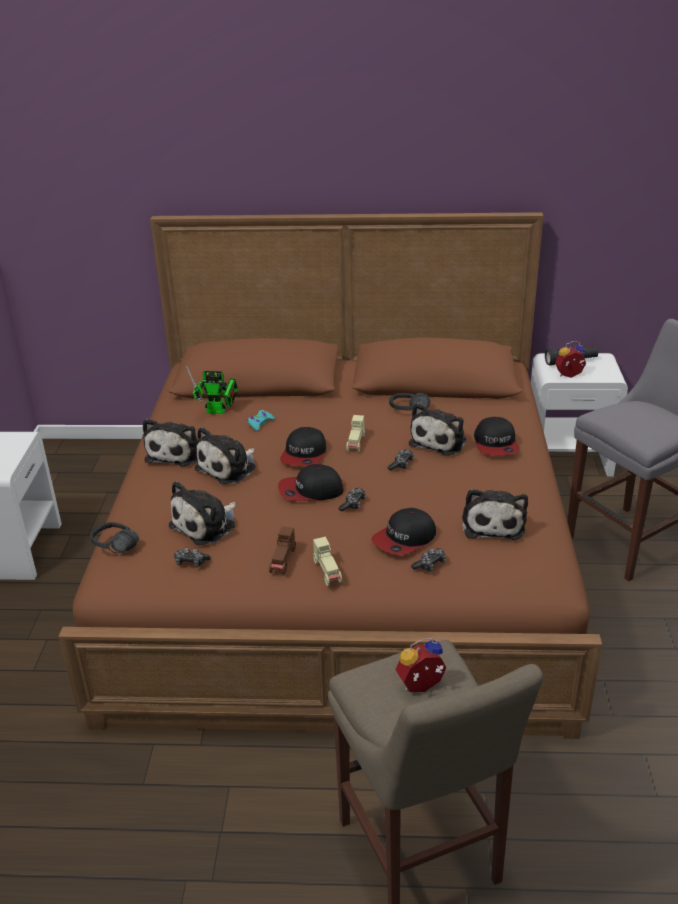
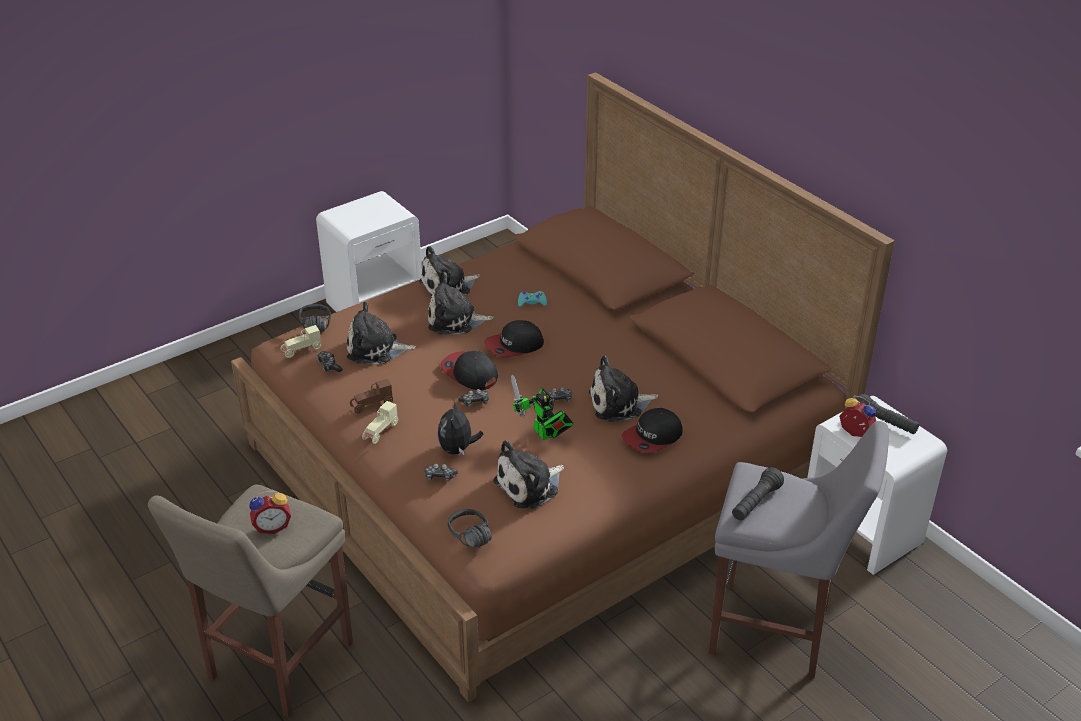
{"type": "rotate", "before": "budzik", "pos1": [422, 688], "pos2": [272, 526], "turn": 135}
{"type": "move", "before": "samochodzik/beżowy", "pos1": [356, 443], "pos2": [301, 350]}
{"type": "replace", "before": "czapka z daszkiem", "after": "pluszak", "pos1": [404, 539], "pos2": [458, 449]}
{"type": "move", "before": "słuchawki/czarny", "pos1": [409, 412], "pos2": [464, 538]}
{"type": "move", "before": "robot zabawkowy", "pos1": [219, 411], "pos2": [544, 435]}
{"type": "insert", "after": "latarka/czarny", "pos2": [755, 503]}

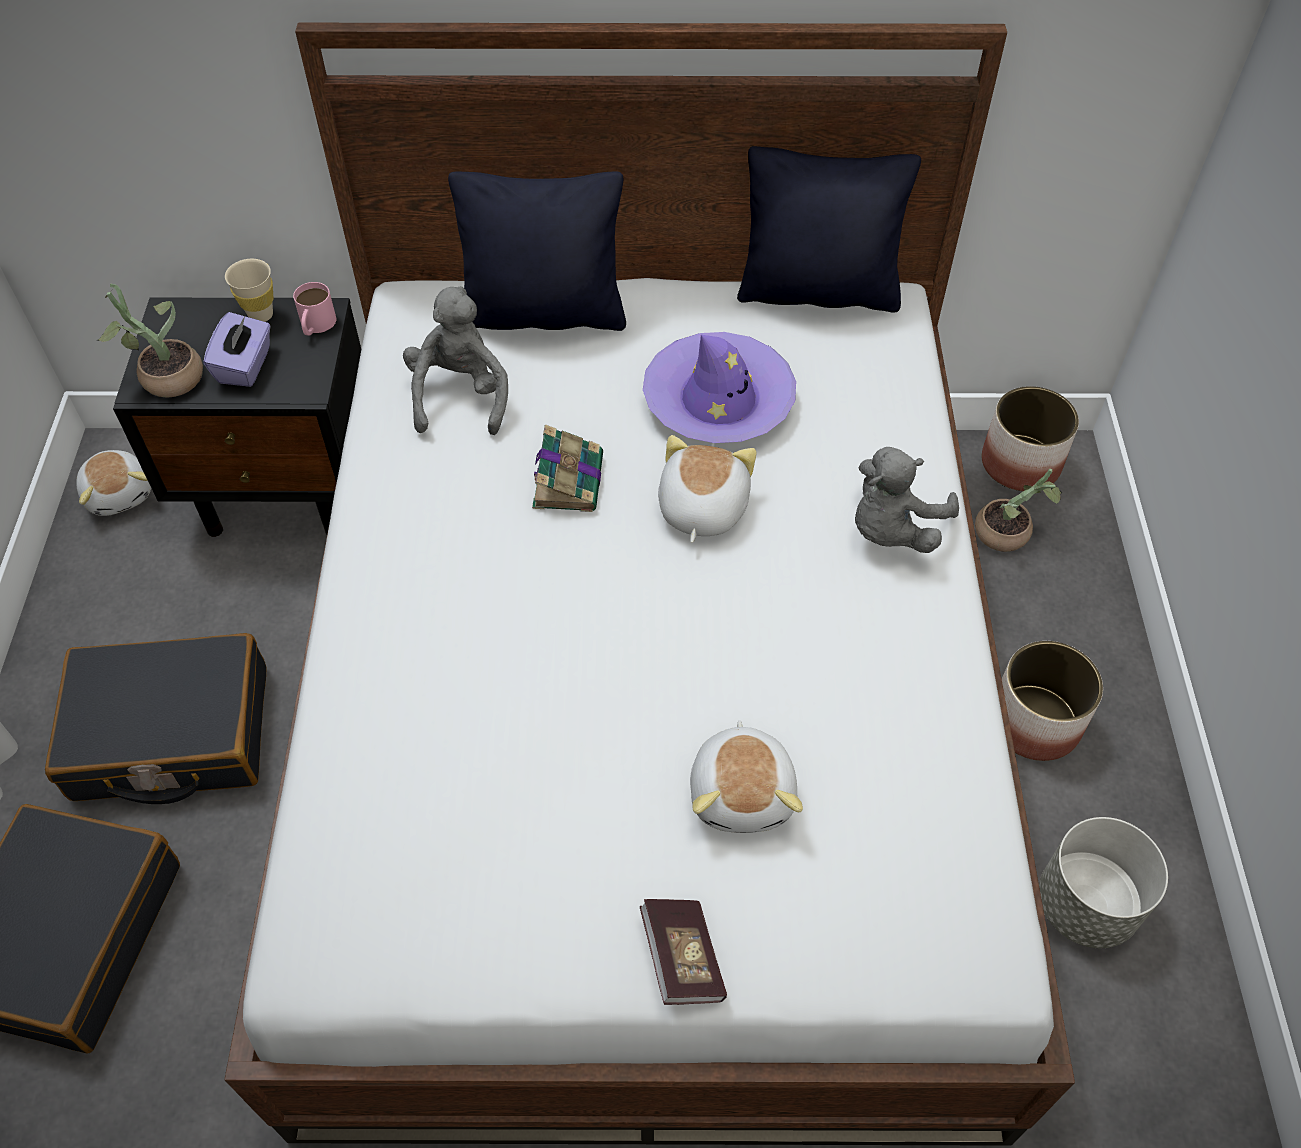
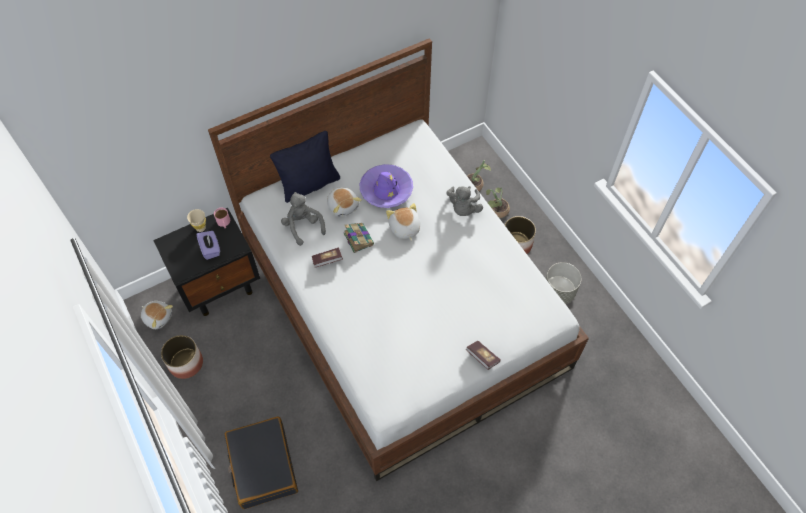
{"type": "move", "before": "donica", "pos1": [1021, 464], "pos2": [186, 363]}
{"type": "insert", "after": "książka", "pos2": [327, 260]}
{"type": "move", "before": "pluszak", "pos1": [743, 792], "pos2": [343, 206]}
{"type": "move", "before": "roślina doniczkowa", "pos1": [165, 377], "pos2": [496, 211]}
{"type": "delete", "before": "walizka/czarny", "pos1": [171, 734]}
{"type": "delete", "before": "poduszka/czarny", "pos1": [818, 292]}

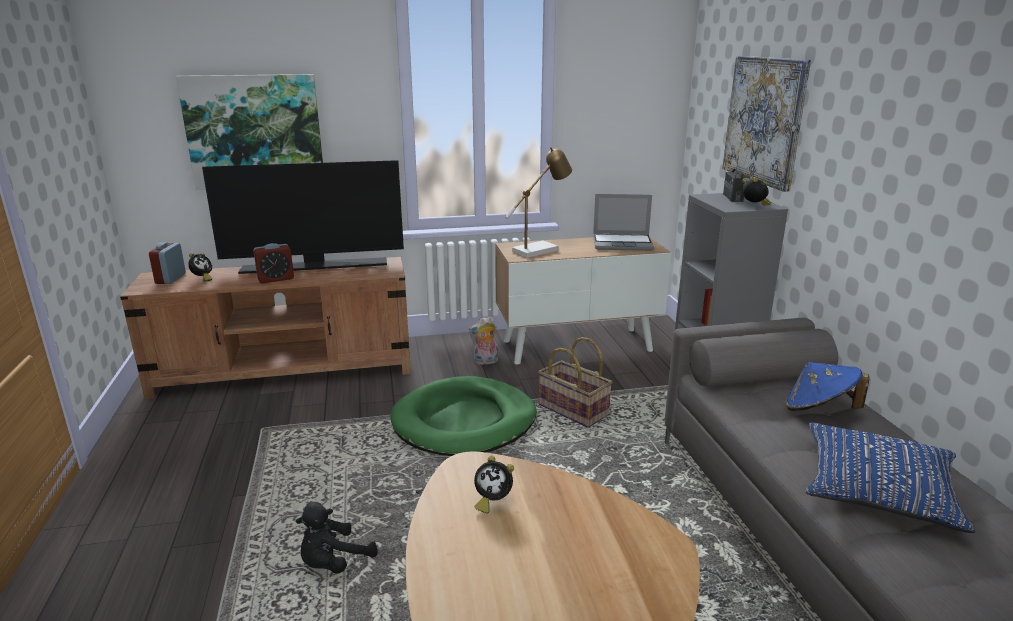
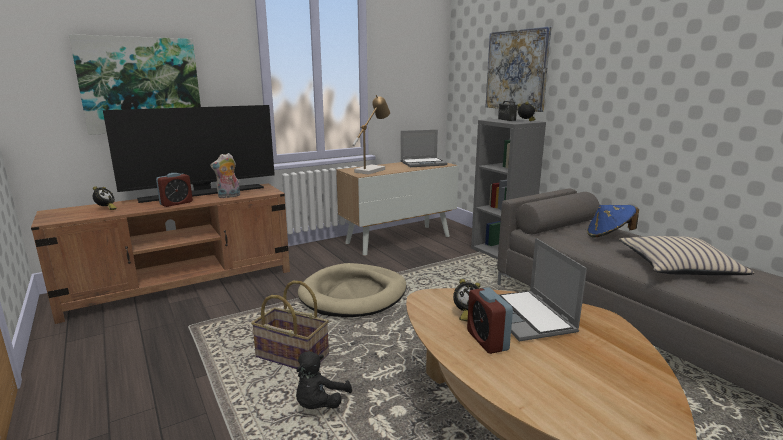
{"type": "move", "before": "pluszak", "pos1": [485, 362], "pos2": [228, 196]}
{"type": "move", "before": "koszyk", "pos1": [572, 410], "pos2": [291, 356]}
{"type": "recolor", "before": "legowisko/zielony", "after": "legowisko/beżowy", "pos1": [464, 422], "pos2": [354, 294]}
{"type": "move", "before": "budzik", "pos1": [171, 279], "pos2": [487, 340]}
{"type": "insert", "after": "laptop", "pos2": [528, 317]}
{"type": "recolor", "before": "poduszka/niebieski", "after": "poduszka/beżowy", "pos1": [878, 488], "pos2": [678, 267]}

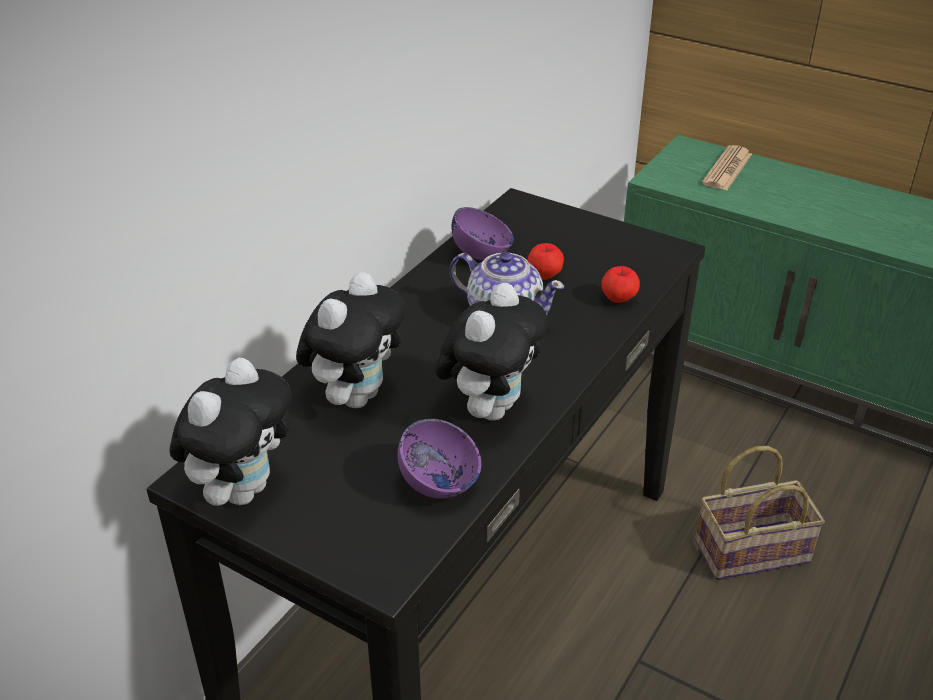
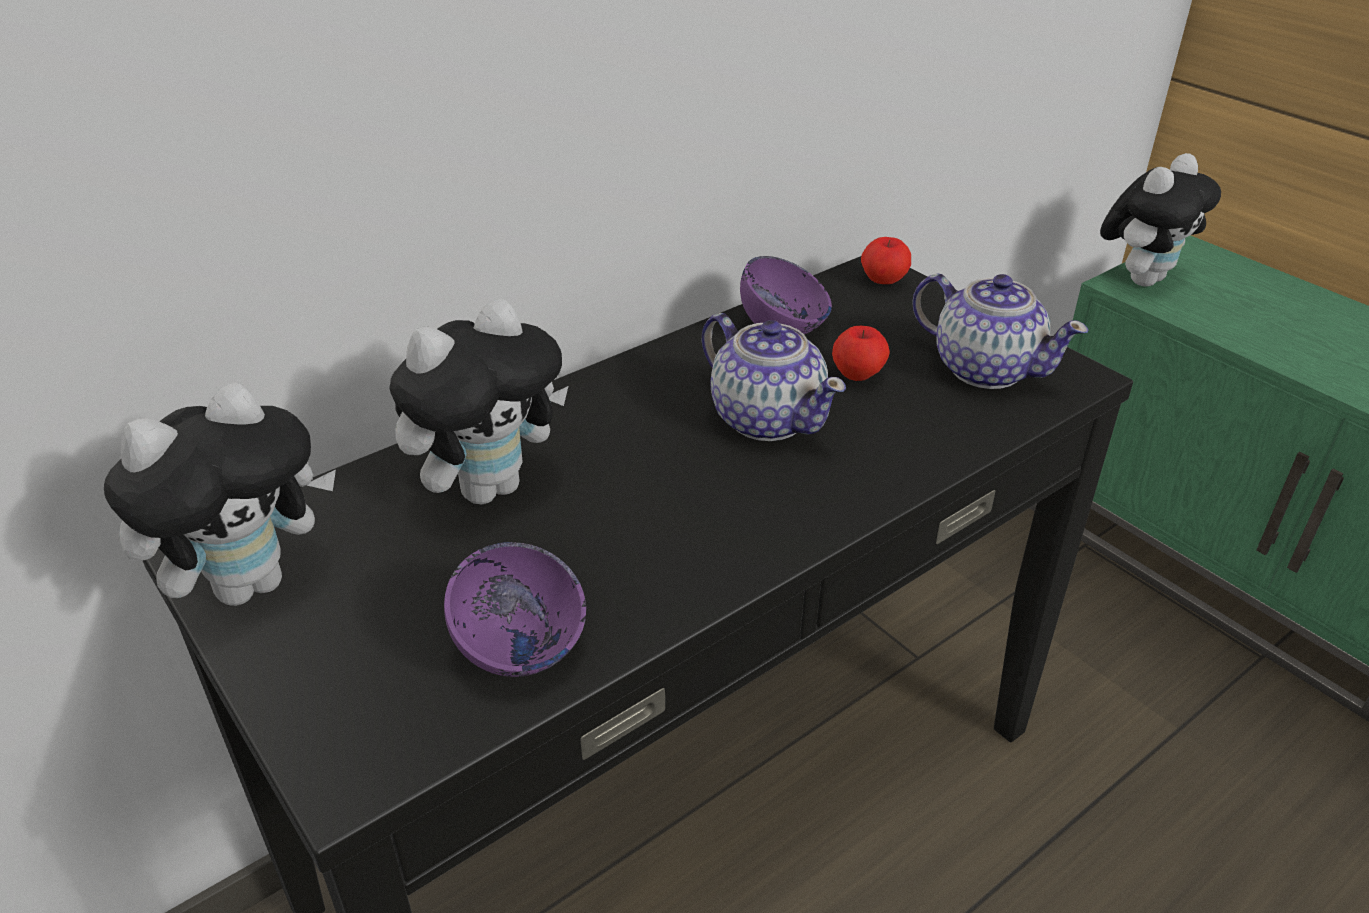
{"type": "move", "before": "jabłko", "pos1": [618, 299], "pos2": [883, 281]}
{"type": "insert", "after": "imbryk", "pos2": [985, 368]}
{"type": "move", "before": "pluszak", "pos1": [490, 407], "pos2": [1141, 278]}
{"type": "delete", "before": "koszyk", "pos1": [753, 549]}
{"type": "delete", "before": "gazeta", "pos1": [727, 169]}

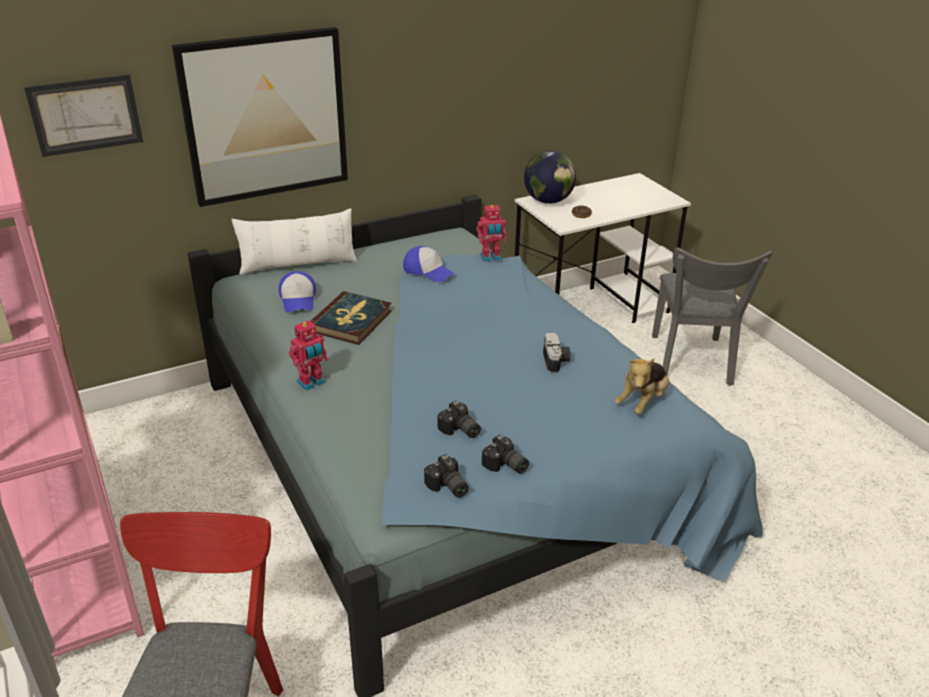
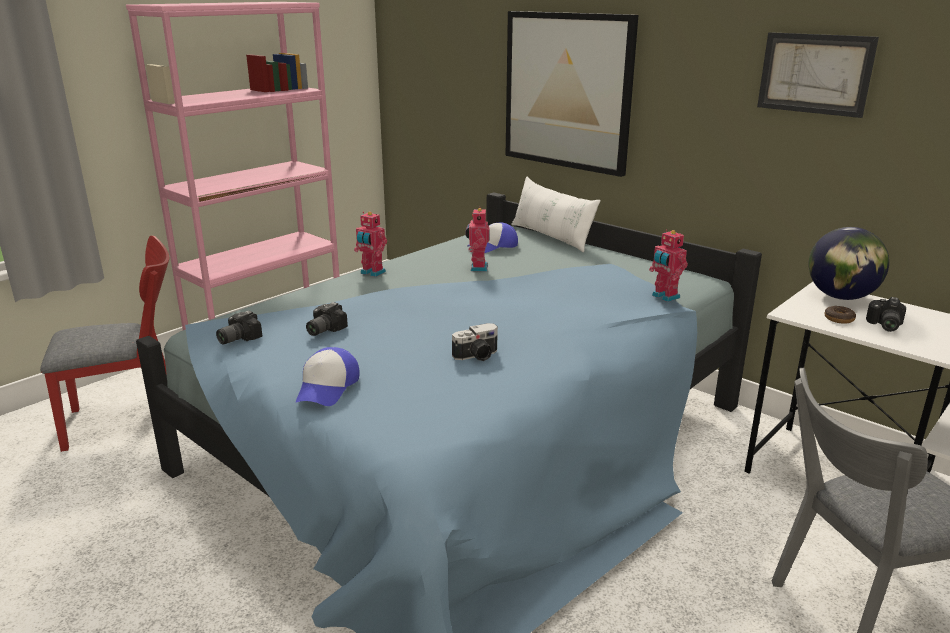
{"type": "move", "before": "czapka z daszkiem", "pos1": [428, 271], "pos2": [328, 387]}
{"type": "replace", "before": "książka", "after": "robot zabawkowy", "pos1": [351, 321], "pos2": [477, 268]}
{"type": "move", "before": "obraz", "pos1": [85, 115], "pos2": [815, 73]}
{"type": "move", "before": "aparat fotograficzny", "pos1": [505, 466], "pos2": [883, 325]}
{"type": "delete", "before": "pluszak", "pos1": [642, 402]}

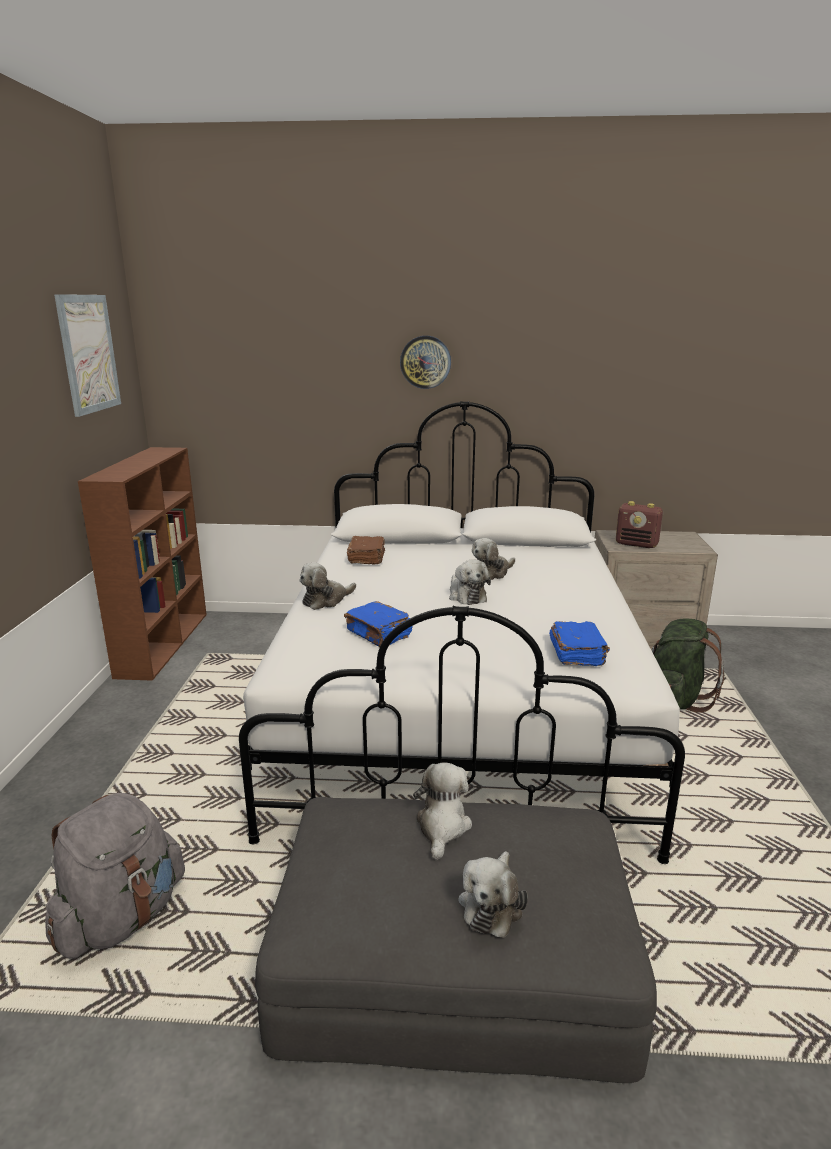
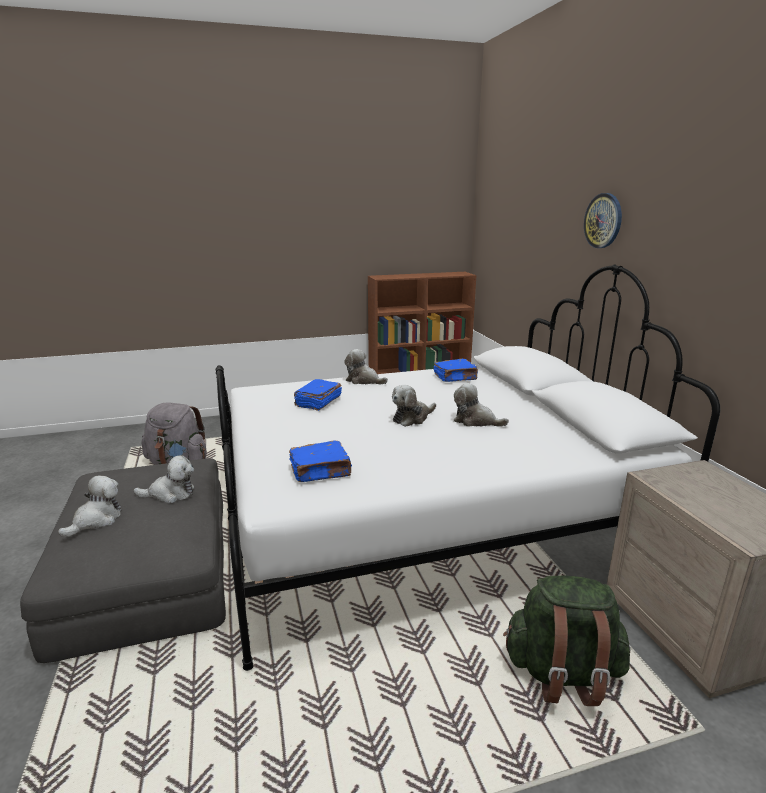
{"type": "rotate", "before": "pluszak", "pos1": [492, 904], "pos2": [96, 520], "turn": 120}
{"type": "recolor", "before": "książka/brązowy", "after": "książka/niebieski", "pos1": [367, 558], "pos2": [455, 378]}
{"type": "delete", "before": "obraz", "pos1": [88, 353]}
{"type": "delete", "before": "radio", "pos1": [637, 544]}

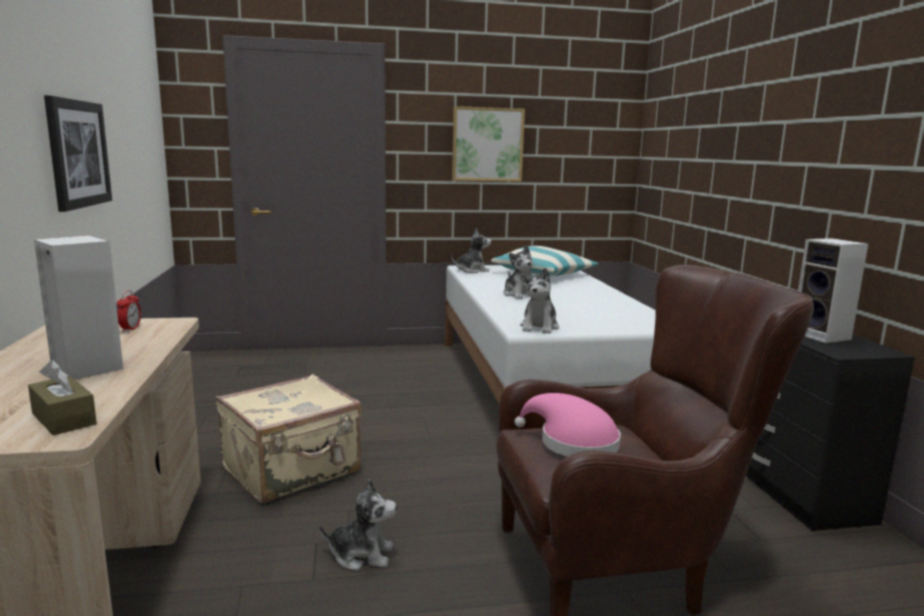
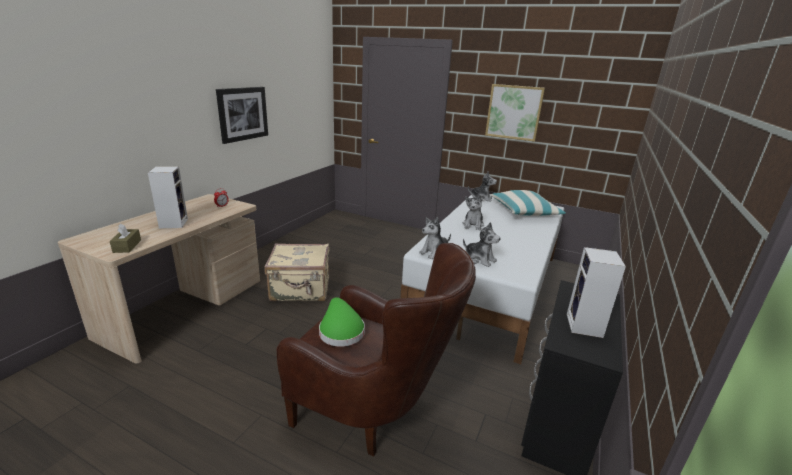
{"type": "recolor", "before": "kapelusz/różowy", "after": "kapelusz/zielony", "pos1": [572, 442], "pos2": [340, 330]}
{"type": "move", "before": "pluszak", "pos1": [361, 555], "pos2": [479, 259]}

